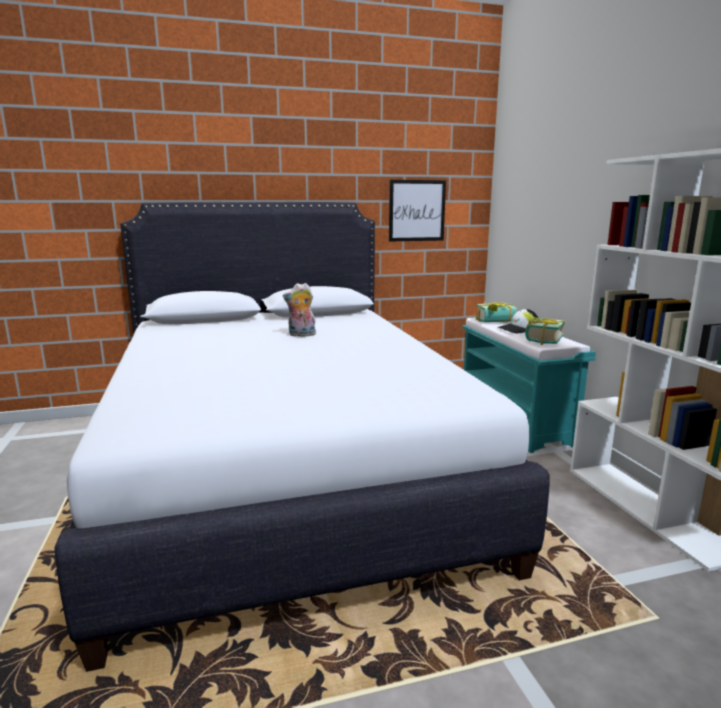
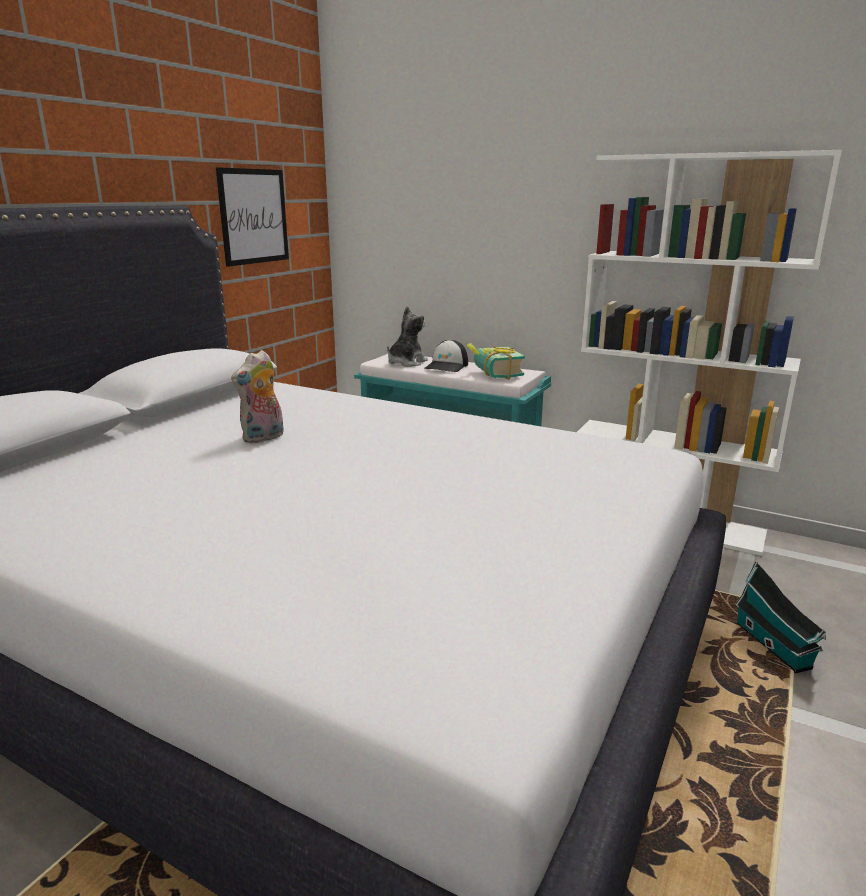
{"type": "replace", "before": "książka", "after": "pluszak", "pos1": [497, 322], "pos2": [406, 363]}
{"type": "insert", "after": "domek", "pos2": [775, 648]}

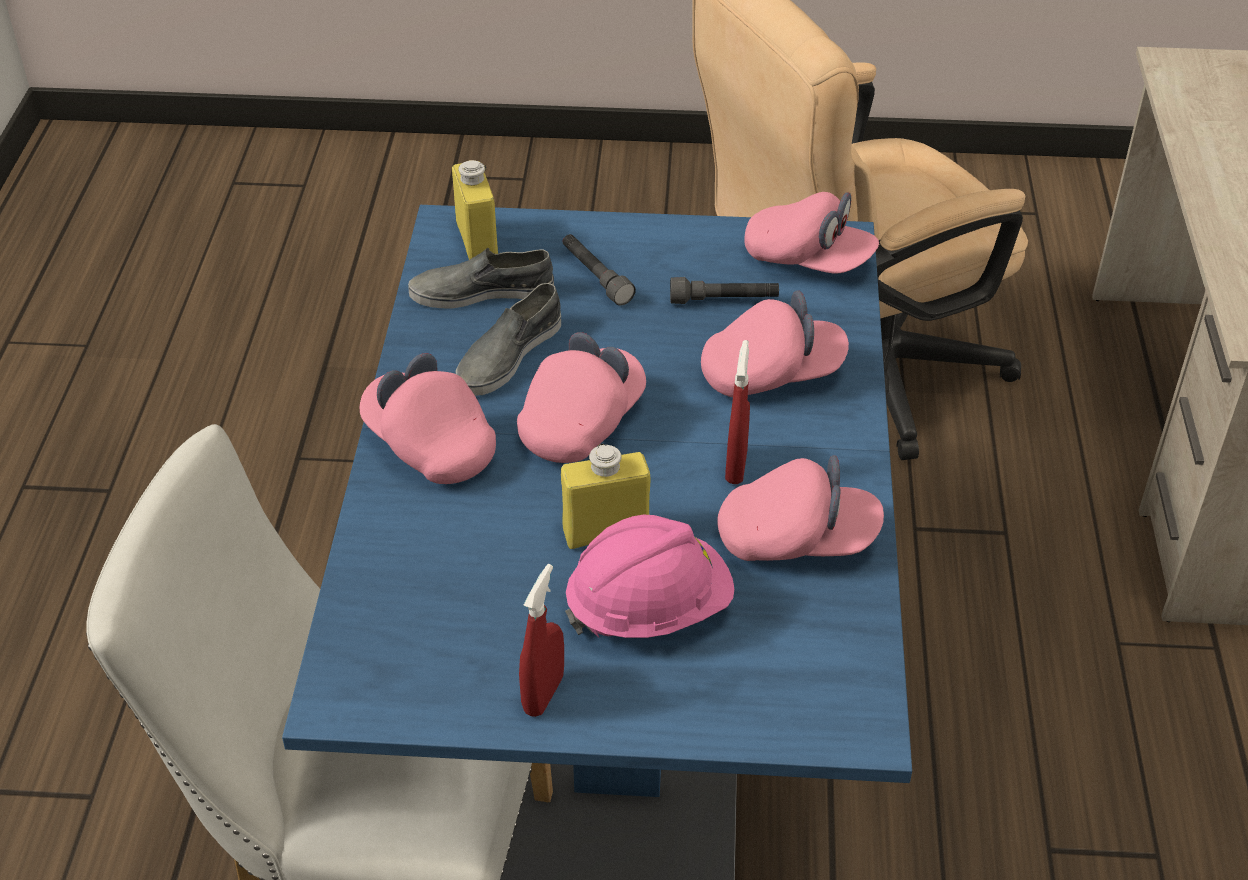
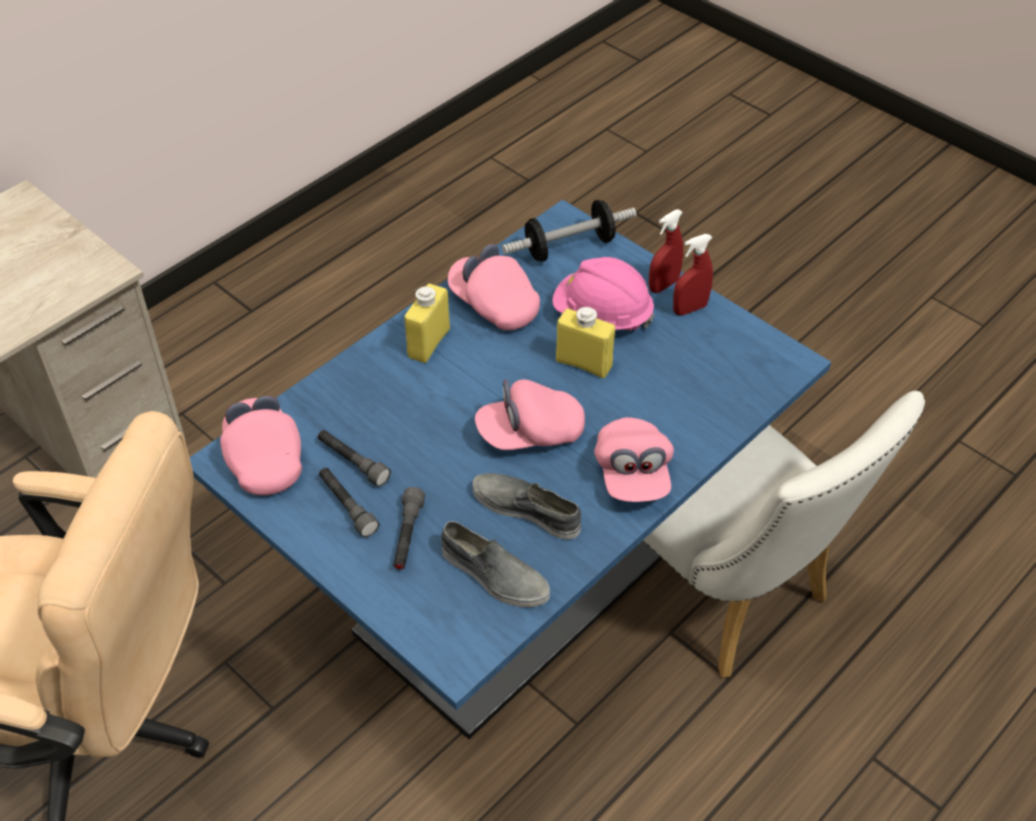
{"type": "insert", "after": "latarka/szary", "pos2": [347, 506]}
{"type": "move", "before": "butelka/żółty", "pos1": [477, 242], "pos2": [429, 343]}
{"type": "rotate", "before": "but/szary", "pos1": [508, 355], "pos2": [527, 509], "turn": -135}
{"type": "insert", "after": "hantel", "pos2": [569, 247]}
{"type": "move", "before": "spryskiwacz/czerwony", "pos1": [736, 466], "pos2": [663, 285]}
{"type": "delete", "before": "czapka z daszkiem/różowy", "pos1": [772, 374]}

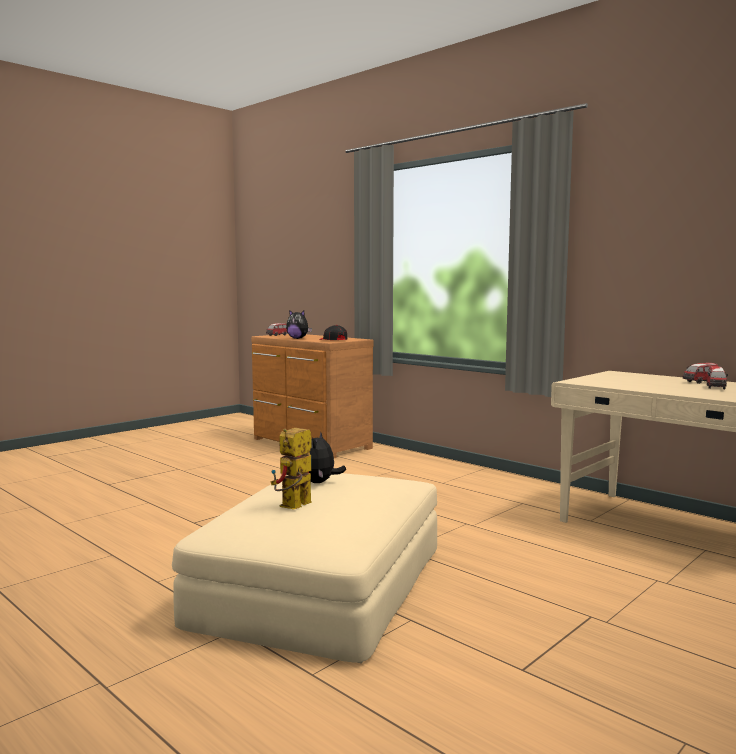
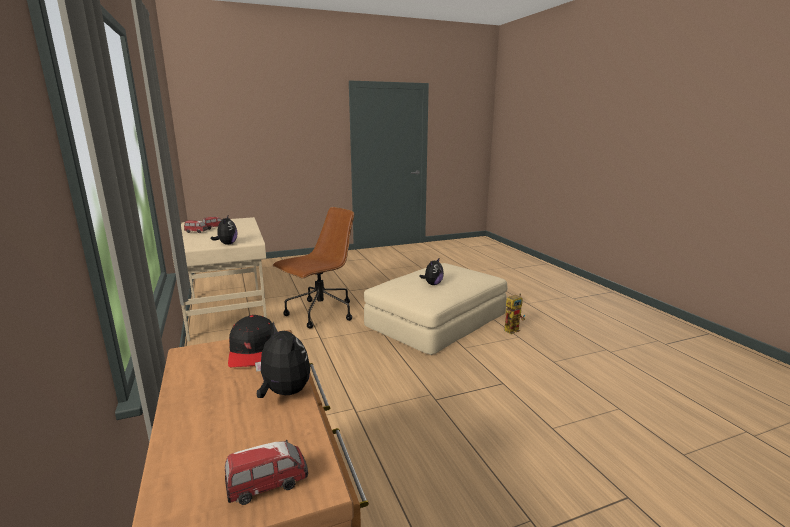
{"type": "insert", "after": "pluszak", "pos2": [227, 244]}
{"type": "insert", "after": "krzesło biurowe/brązowy", "pos2": [320, 313]}
{"type": "move", "before": "robot zabawkowy", "pos1": [293, 507], "pos2": [513, 329]}

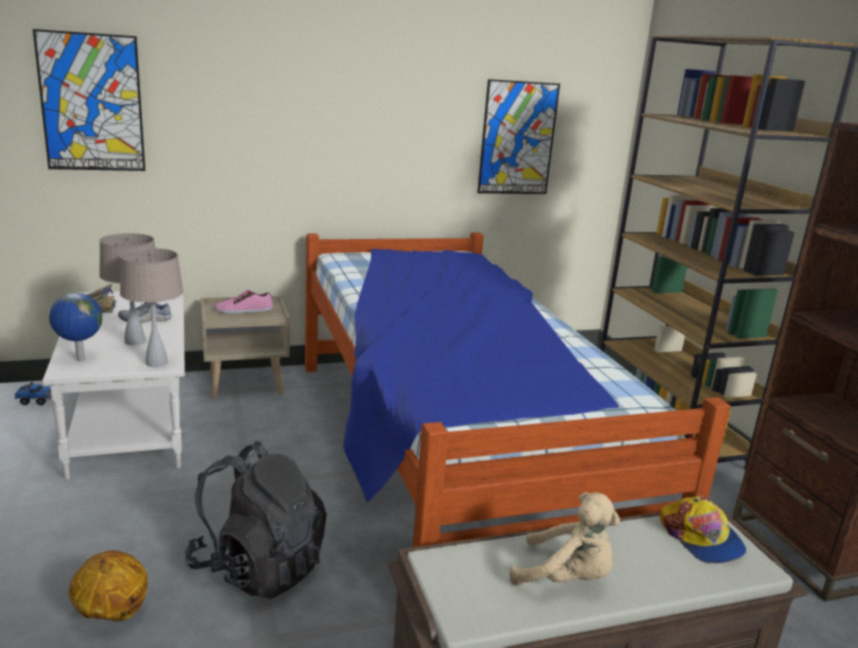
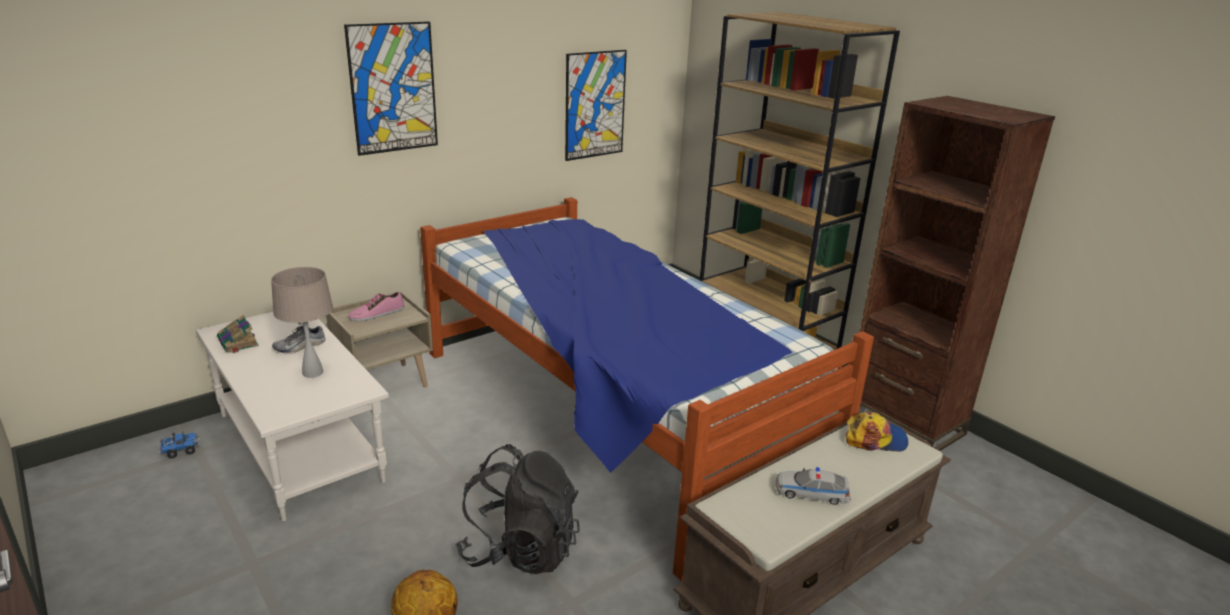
{"type": "move", "before": "obraz", "pos1": [92, 103], "pos2": [393, 88]}
{"type": "replace", "before": "pluszak/beżowy", "after": "samochodzik", "pos1": [566, 578], "pos2": [811, 493]}
{"type": "rotate", "before": "czapka z daszkiem", "pos1": [701, 538], "pos2": [875, 438], "turn": -45}
{"type": "delete", "before": "globus", "pos1": [80, 360]}
{"type": "delete", "before": "lampa stołowa/beżowy", "pos1": [156, 363]}

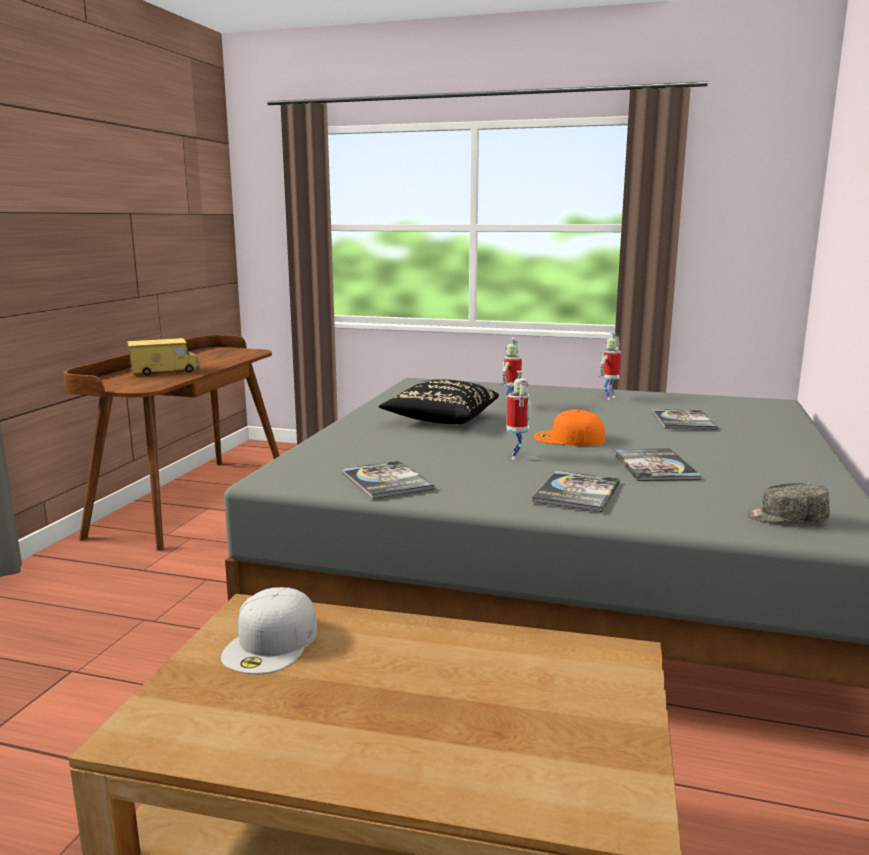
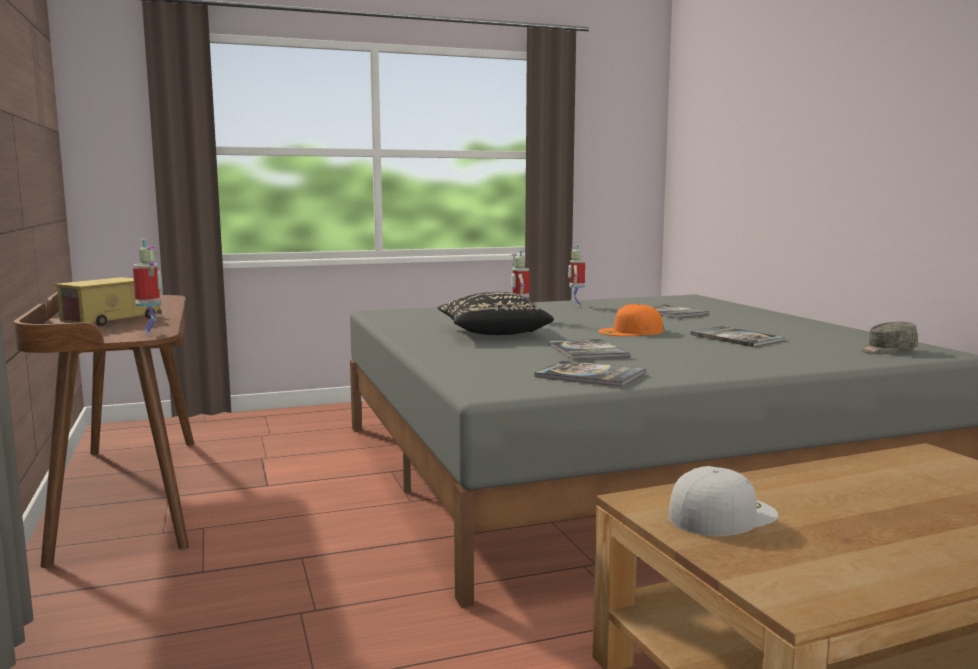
{"type": "move", "before": "robot zabawkowy", "pos1": [517, 456], "pos2": [151, 333]}
{"type": "move", "before": "książka", "pos1": [577, 492], "pos2": [587, 351]}
{"type": "rotate", "before": "czapka z daszkiem/biały", "pos1": [272, 643], "pos2": [722, 514], "turn": -105}

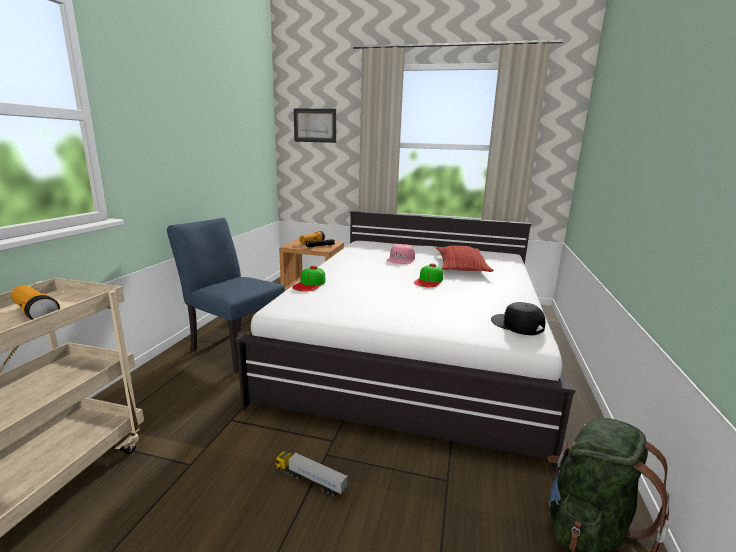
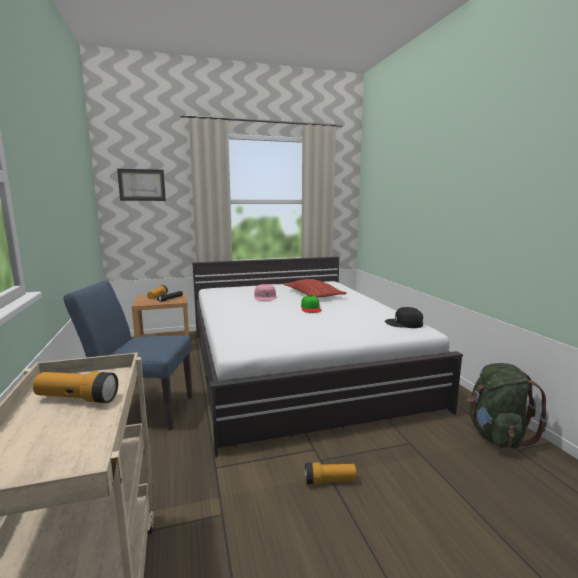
{"type": "replace", "before": "ciężarówka zabawkowa", "after": "latarka", "pos1": [310, 480], "pos2": [329, 481]}
{"type": "delete", "before": "czapka z daszkiem", "pos1": [310, 284]}

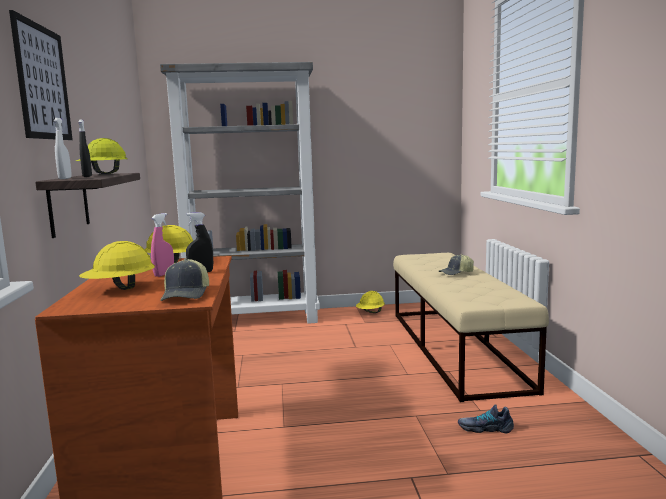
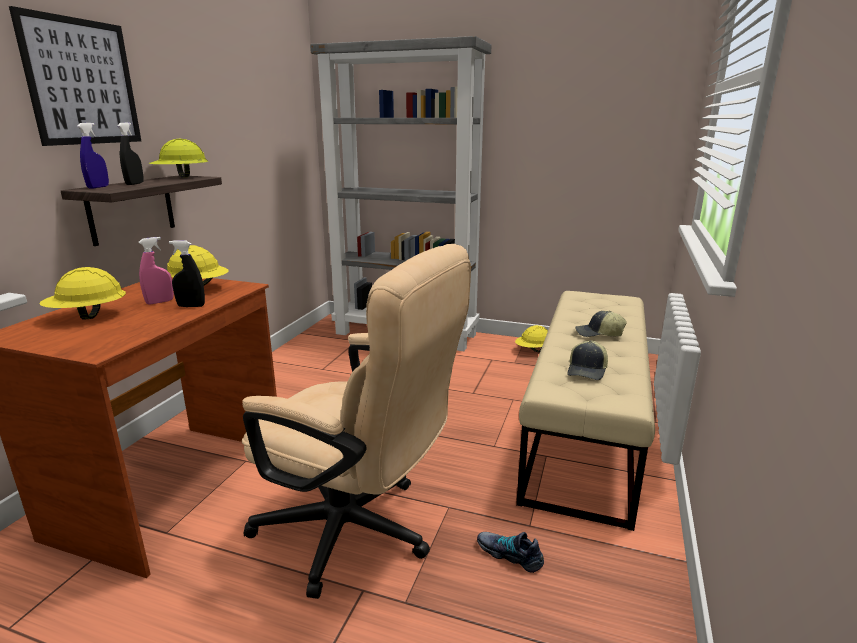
{"type": "recolor", "before": "spryskiwacz/biały", "after": "spryskiwacz/niebieski", "pos1": [65, 178], "pos2": [98, 187]}
{"type": "insert", "after": "krzesło biurowe/beżowy", "pos2": [358, 533]}
{"type": "move", "before": "czapka z daszkiem", "pos1": [187, 295], "pos2": [587, 371]}

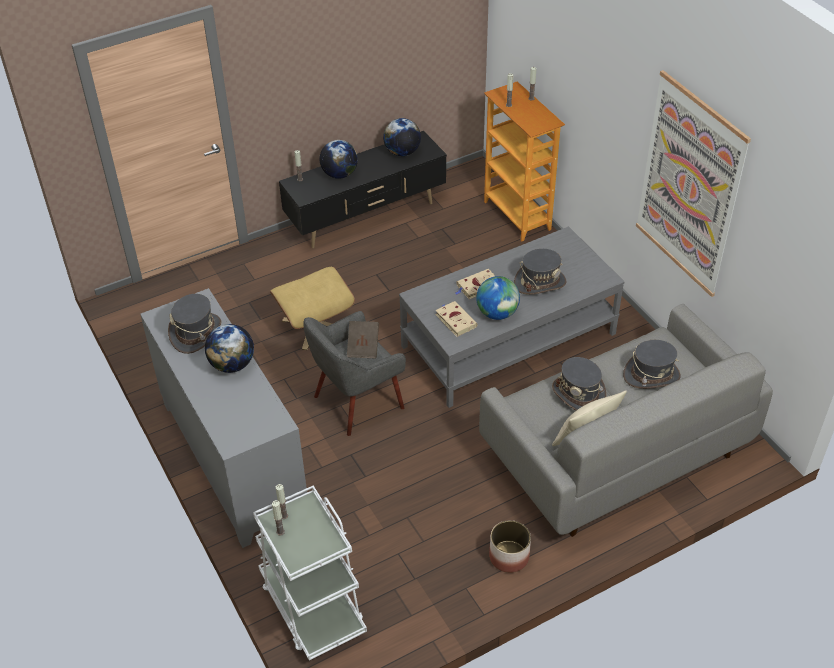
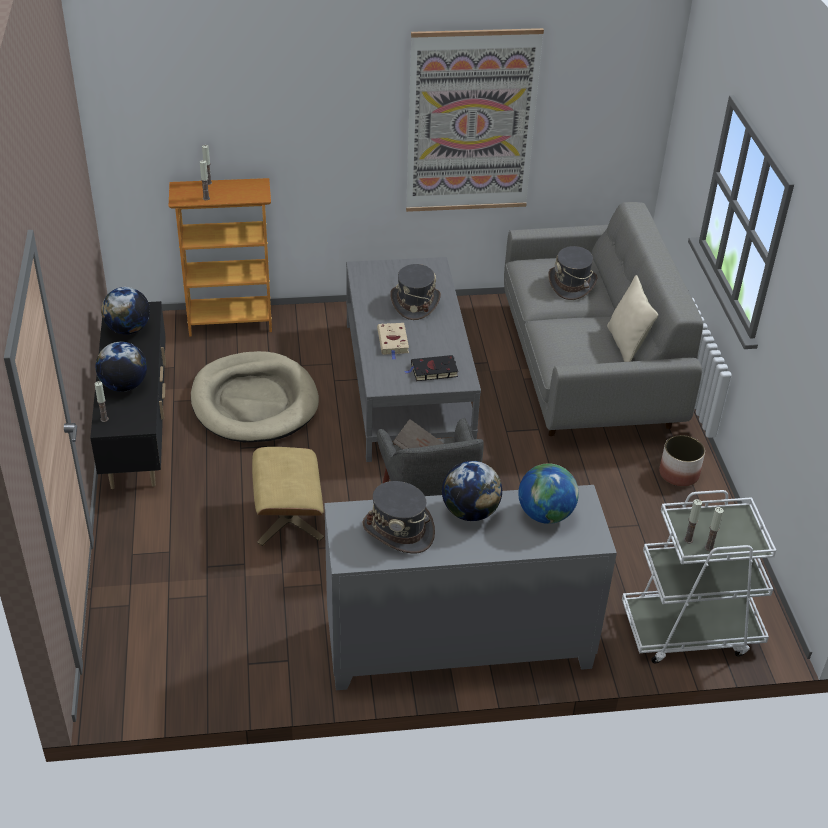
{"type": "insert", "after": "legowisko/beżowy", "pos2": [254, 402]}
{"type": "recolor", "before": "książka/beżowy", "after": "książka/czarny", "pos1": [455, 320], "pos2": [432, 371]}
{"type": "move", "before": "globus", "pos1": [497, 313], "pos2": [545, 514]}
{"type": "delete", "before": "kapelusz/szary", "pos1": [578, 394]}

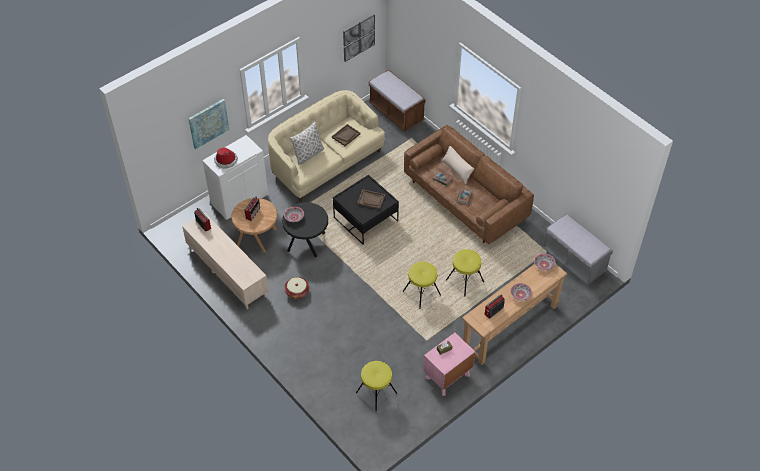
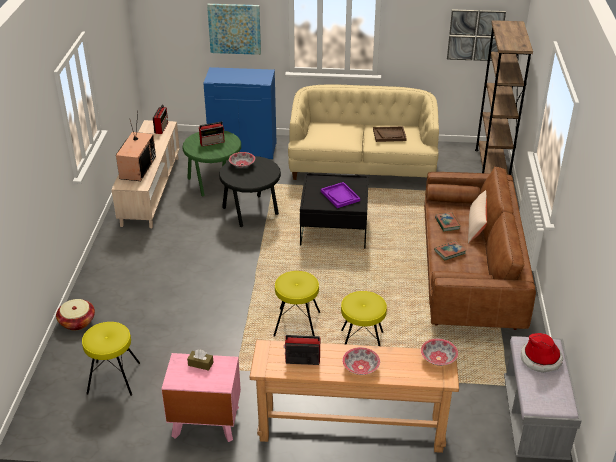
{"type": "move", "before": "koszyk", "pos1": [297, 292], "pos2": [77, 322]}
{"type": "insert", "after": "telewizor", "pos2": [137, 167]}
{"type": "recolor", "before": "stolik/brązowy", "after": "stolik/zielony", "pos1": [257, 237], "pos2": [214, 182]}
{"type": "recolor", "before": "szafka/biały", "after": "szafka/niebieski", "pos1": [239, 199], "pos2": [243, 149]}
{"type": "recolor", "before": "taca/brązowy", "after": "taca/fioletowy", "pos1": [371, 200], "pos2": [340, 196]}
{"type": "replace", "before": "ławka/brązowy", "after": "regał/brązowy", "pos1": [396, 113], "pos2": [491, 166]}
{"type": "move", "before": "kapelusz", "pos1": [226, 160], "pos2": [540, 358]}
{"type": "delete", "before": "poduszka", "pos1": [308, 154]}

